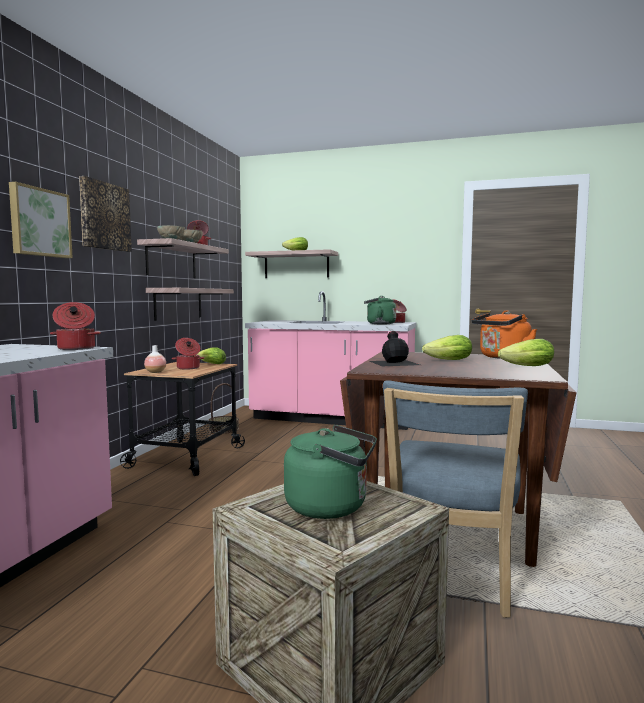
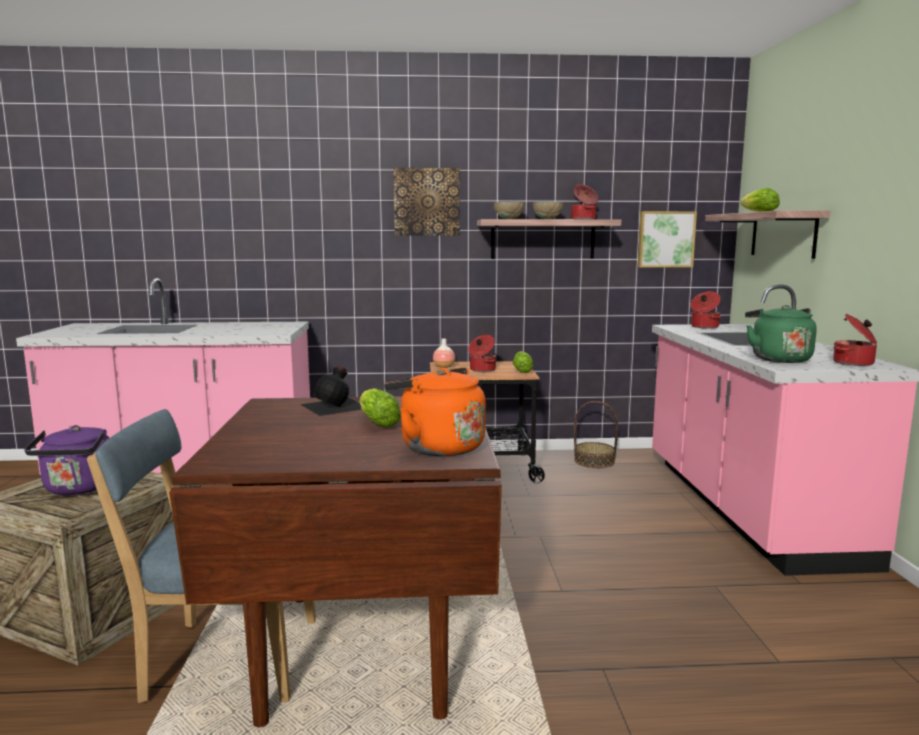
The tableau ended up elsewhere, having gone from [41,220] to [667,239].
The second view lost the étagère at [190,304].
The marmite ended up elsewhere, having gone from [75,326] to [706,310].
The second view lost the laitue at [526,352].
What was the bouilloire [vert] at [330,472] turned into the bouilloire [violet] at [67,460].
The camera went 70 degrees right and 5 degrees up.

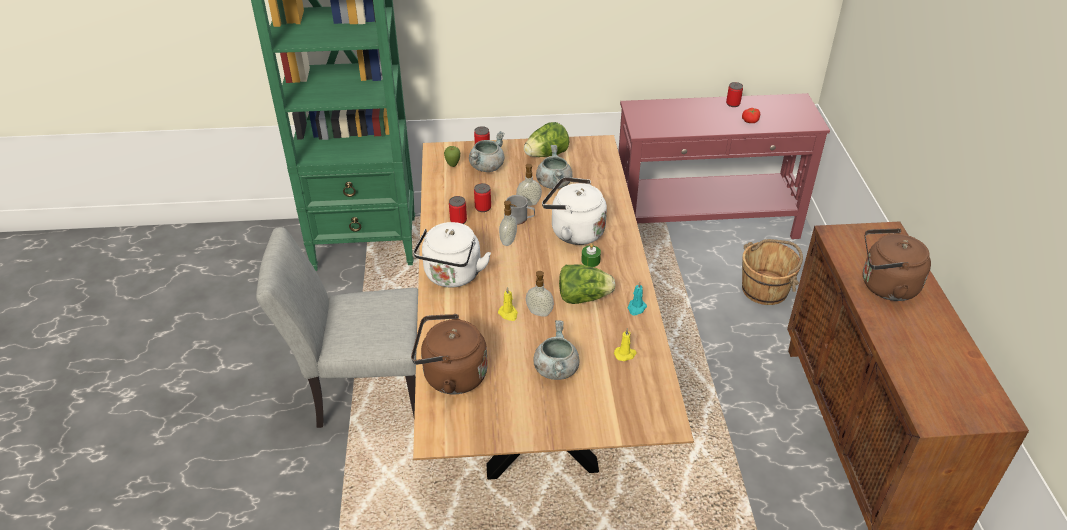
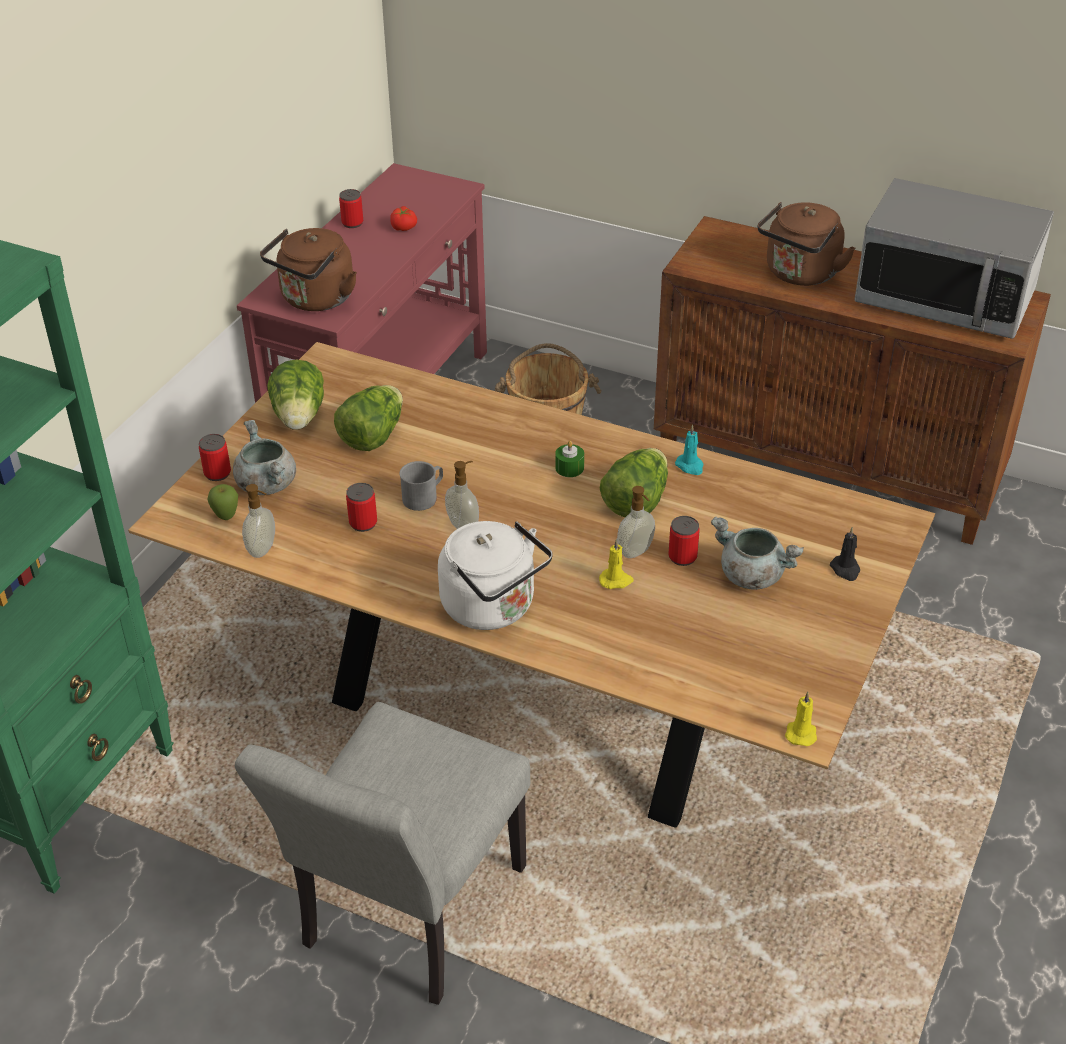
Where the marmite [gris] stood at [554,167], the laitue came to stand at [368,418].
The distributeur de savon ended up elsewhere, having gone from [529,185] to [258,521].
The second view lost the bouilloire [blanc] at [574,211].
The boîte métallique ended up elsewhere, having gone from [458,210] to [684,541].
The bouilloire [marron] ended up elsewhere, having gone from [449,354] to [308,269].
The bougie [jaune] ended up elsewhere, having gone from [625,344] to [801,719].
The second view gained the micro-ondes at [954,258].
The second view gained the bougie [noir] at [845,554].
The camera went 60 degrees left and 0 degrees up.

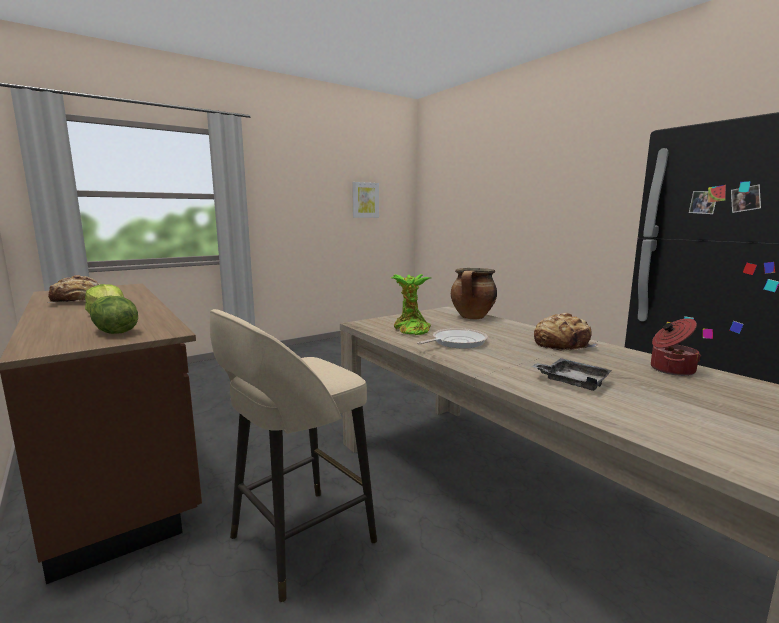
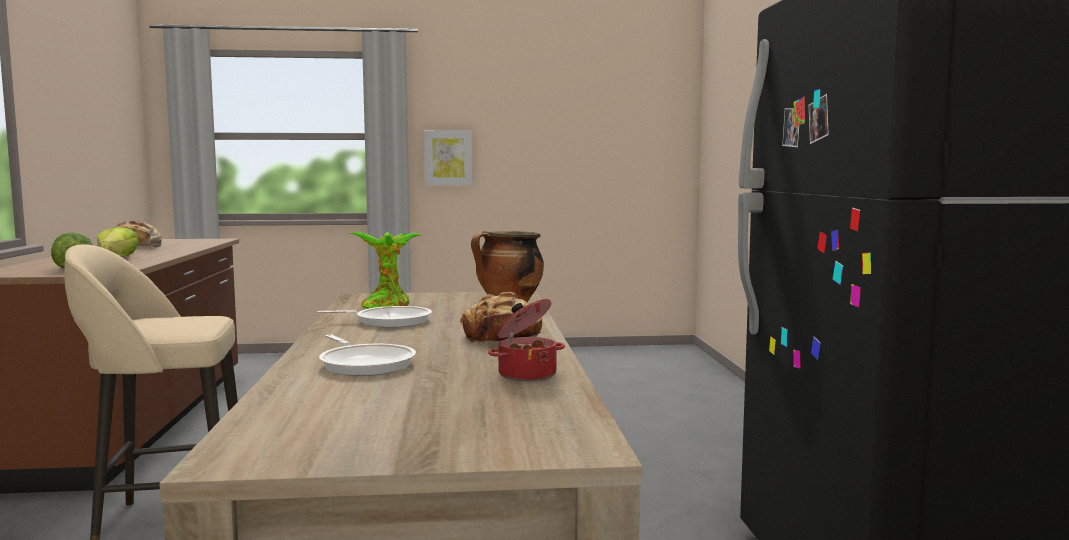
The tableau ended up elsewhere, having gone from [365,200] to [448,157].
Where the plateau [gris] stood at [571,374], the poêle came to stand at [367,355].
The camera went 30 degrees right and 5 degrees down.

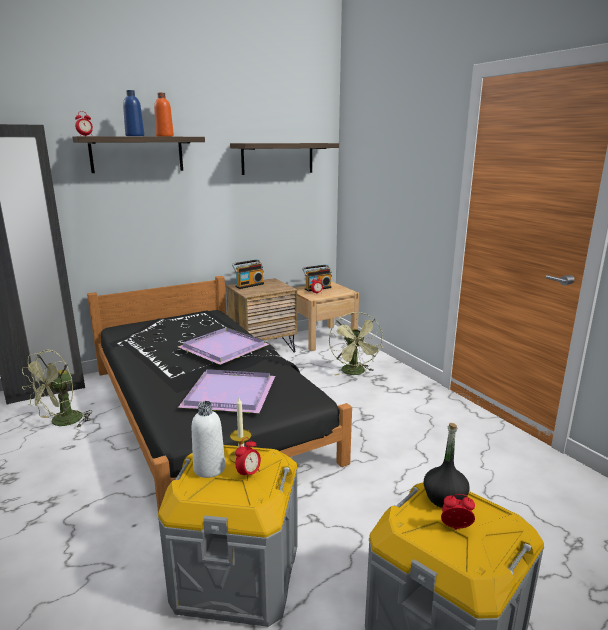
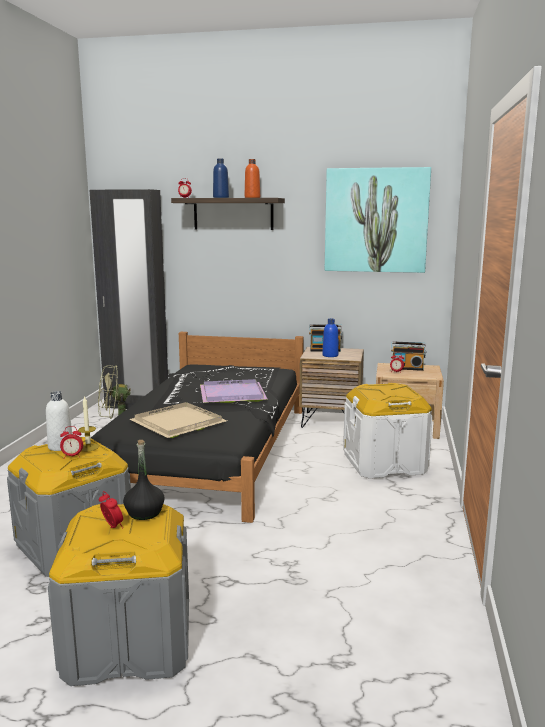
Where the étagère hung at [284,159], the tableau came to hang at [378,220].
Where the ventilateur [vert] stood at [356,344], the boîte de rangement [blanc] came to stand at [388,431].
What was the plateau [violet] at [226,391] turned into the plateau [beige] at [178,420].
The second view gained the bouteille [bleu] at [330,338].
The camera went 40 degrees right and 5 degrees down.

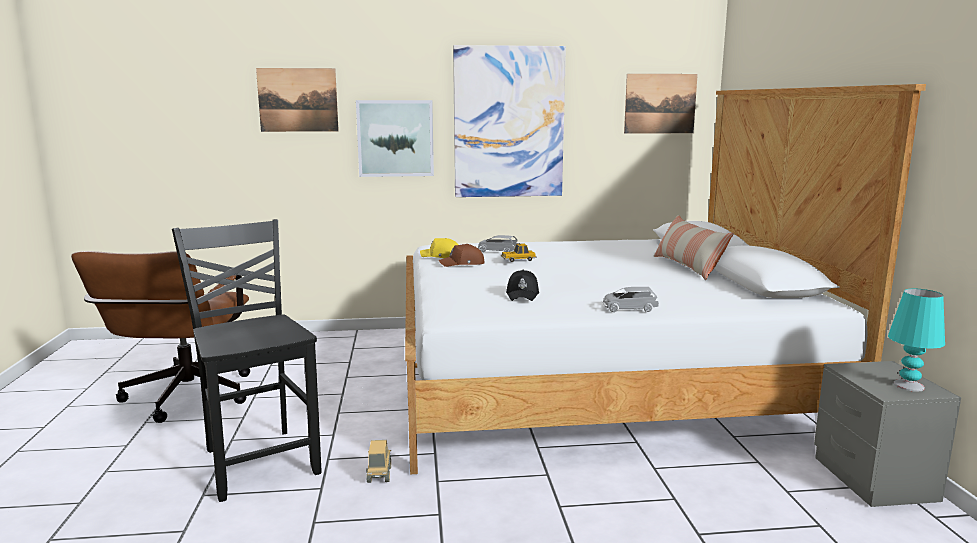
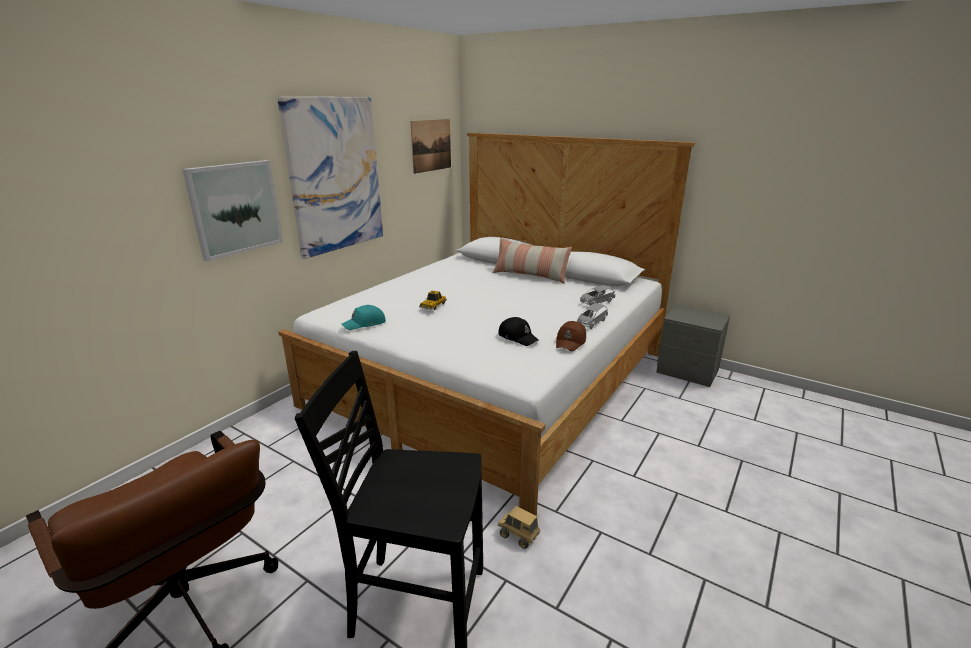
The second view lost the tableau at [297,100].
The petite voiture [gris] ended up elsewhere, having gone from [498,243] to [597,295].
What was the casquette [jaune] at [439,248] turned into the casquette [turquoise] at [363,317].
The casquette [marron] ended up elsewhere, having gone from [461,255] to [571,336].
The second view lost the lampe de table [turquoise] at [916,340].
The camera went 50 degrees left and 10 degrees up.

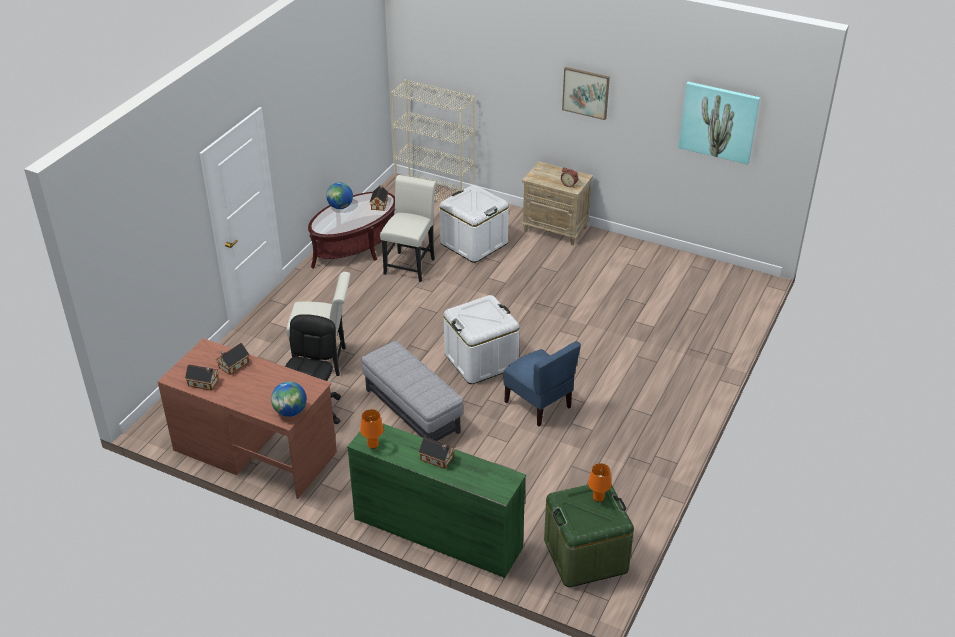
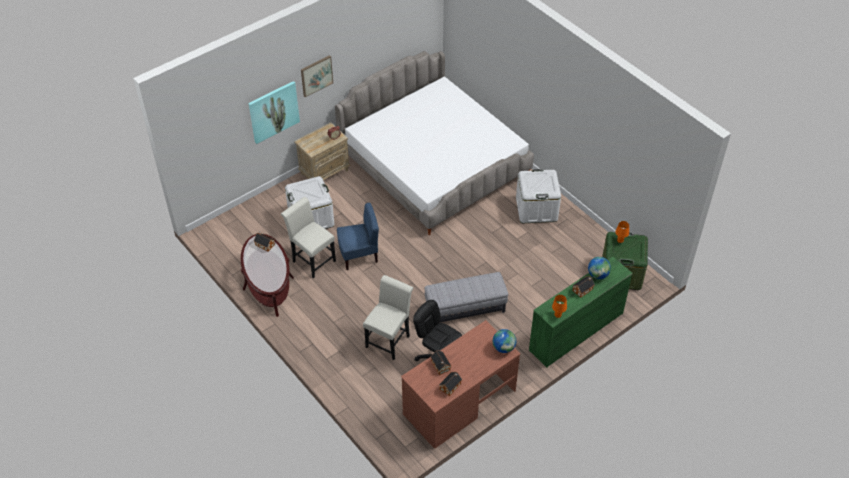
The second view lost the bibliothèque [beige] at [433,140].
The tableau ended up elsewhere, having gone from [719,123] to [274,112].
The globe ended up elsewhere, having gone from [339,195] to [599,268].
The boîte de rangement [blanc] ended up elsewhere, having gone from [481,339] to [538,196].
The chaise [bleu] ended up elsewhere, having gone from [542,383] to [358,236].
The second view gained the lit at [434,143].
The camera went 65 degrees left and 10 degrees up.

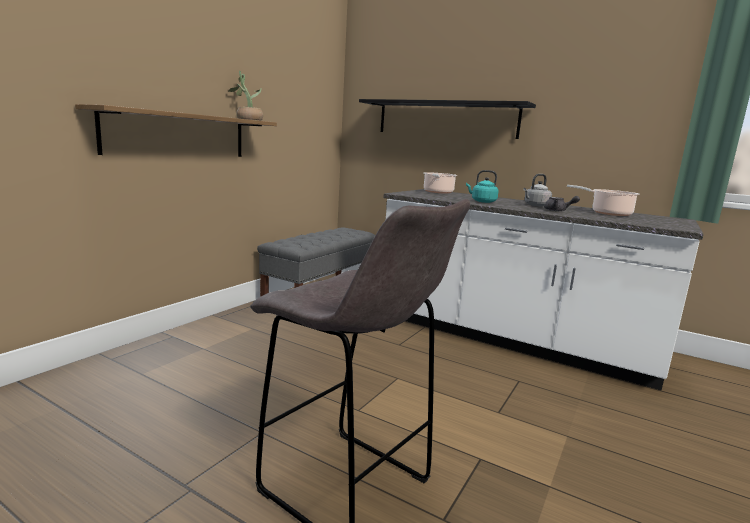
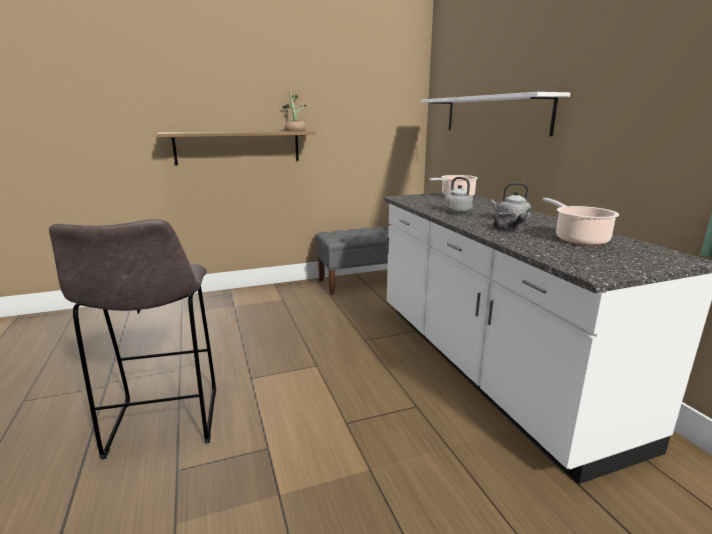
What was the étagère [noir] at [447,119] turned into the étagère [blanc] at [495,114].
What was the bouilloire [turquoise] at [482,186] turned into the bouilloire [gris] at [458,195].
The camera went 40 degrees right and 5 degrees up.

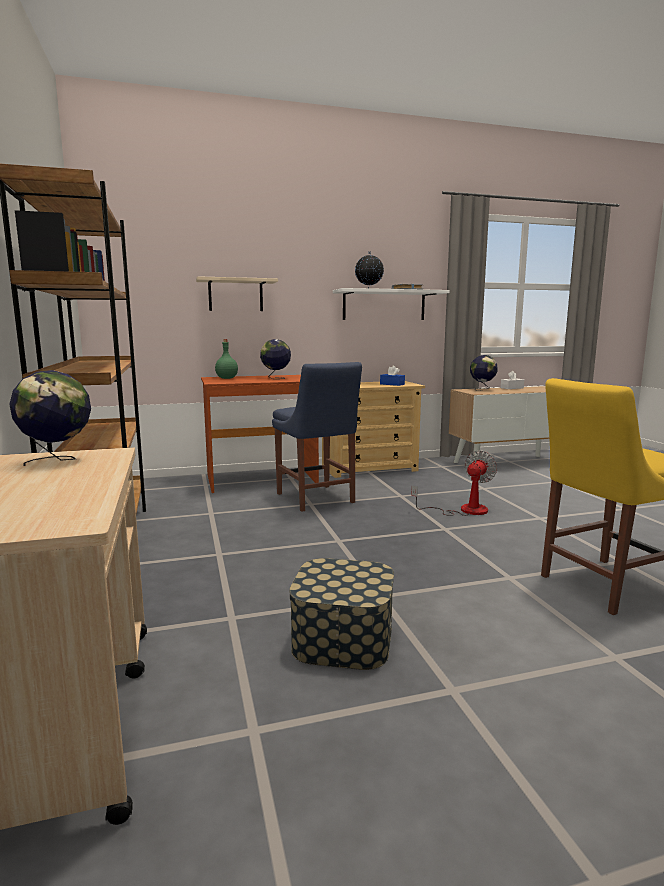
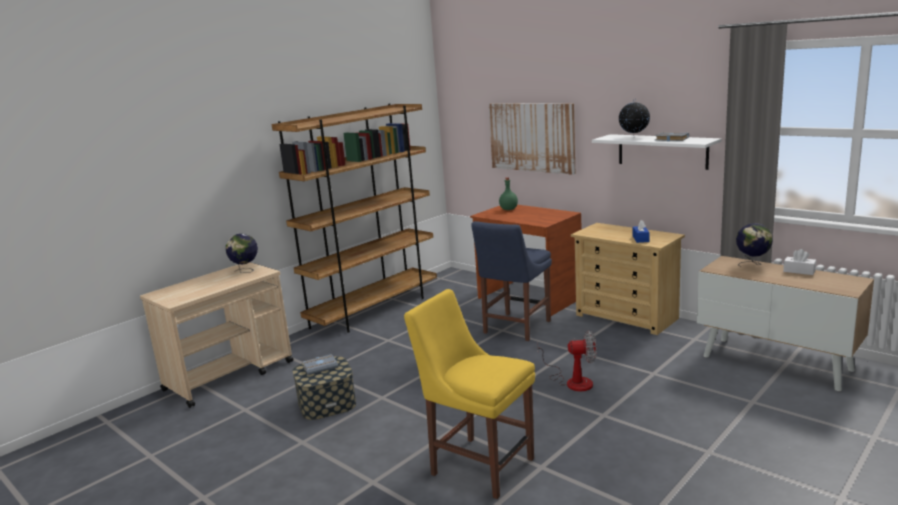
Where the étagère [beige] hung at [237,293], the tableau came to hang at [532,139].
The second view lost the globe at [275,359].
The second view gained the livre [gris] at [320,364].
The camera went 60 degrees right and 5 degrees up.

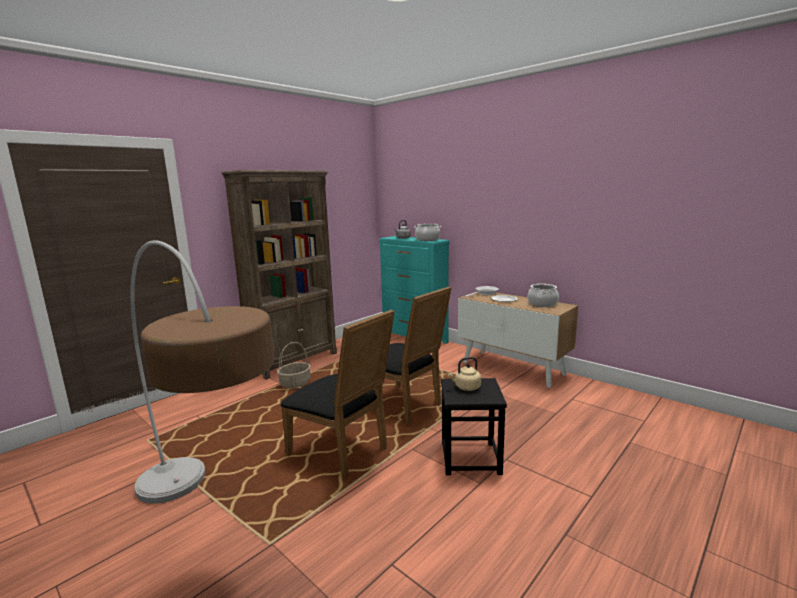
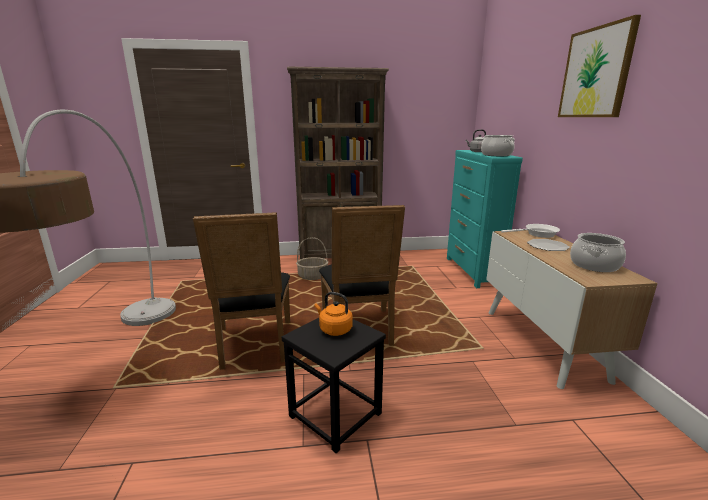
What was the bouilloire [beige] at [464,374] turned into the bouilloire [orange] at [333,314].
The second view gained the tableau at [599,66].
The camera went 40 degrees right and 5 degrees up.

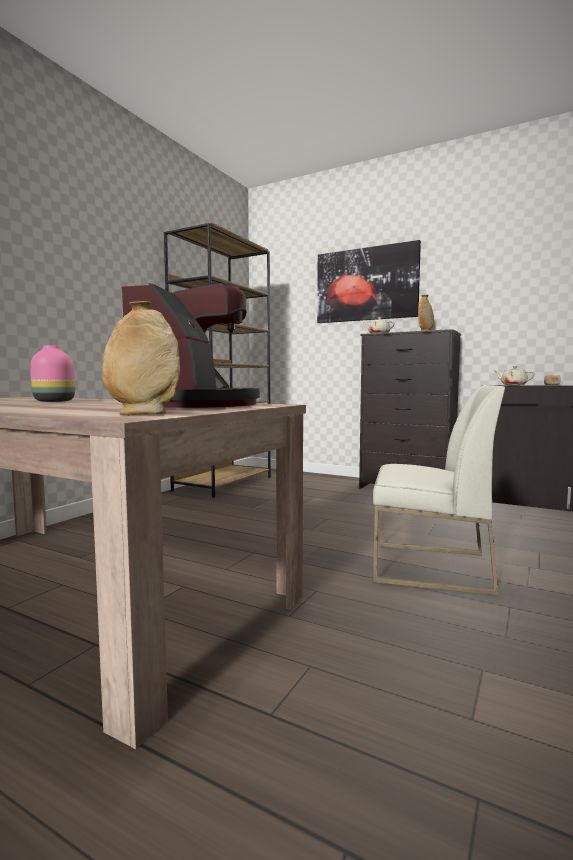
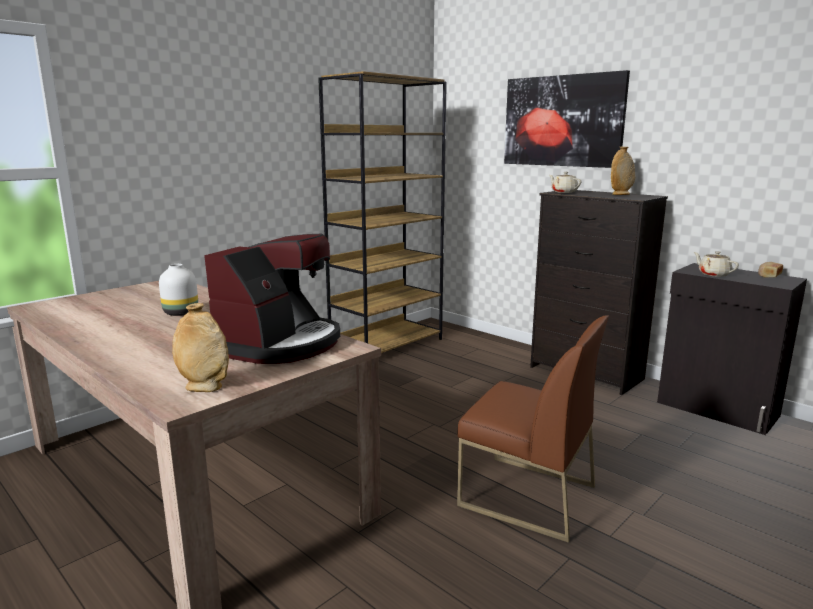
What was the vase [rose] at [52,373] turned into the vase [blanc] at [178,290].
What was the chaise [blanc] at [439,490] turned into the chaise [marron] at [533,429].
The camera went 15 degrees right and 10 degrees up.

